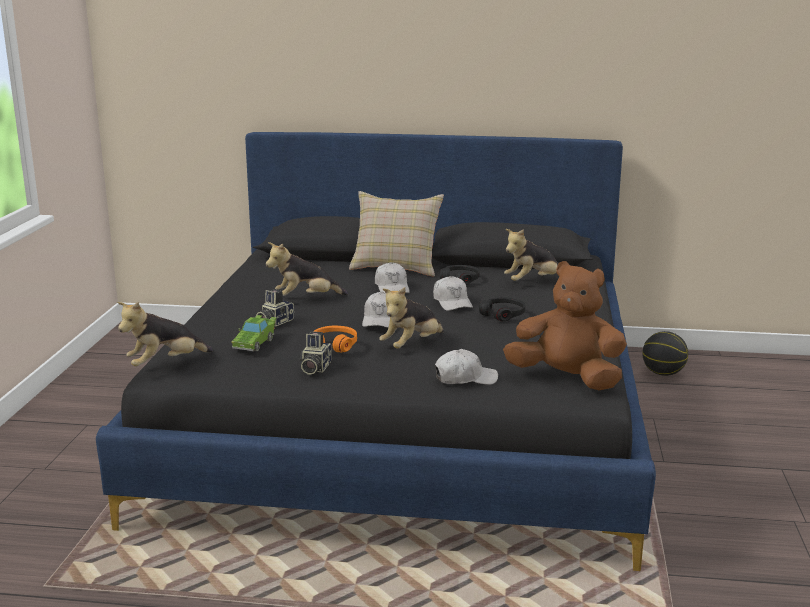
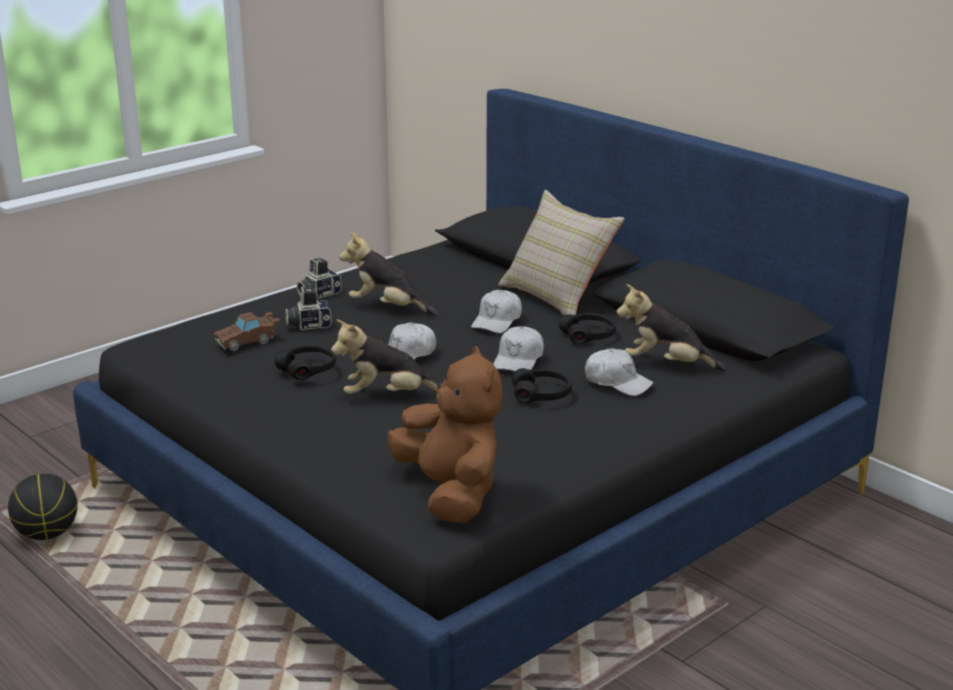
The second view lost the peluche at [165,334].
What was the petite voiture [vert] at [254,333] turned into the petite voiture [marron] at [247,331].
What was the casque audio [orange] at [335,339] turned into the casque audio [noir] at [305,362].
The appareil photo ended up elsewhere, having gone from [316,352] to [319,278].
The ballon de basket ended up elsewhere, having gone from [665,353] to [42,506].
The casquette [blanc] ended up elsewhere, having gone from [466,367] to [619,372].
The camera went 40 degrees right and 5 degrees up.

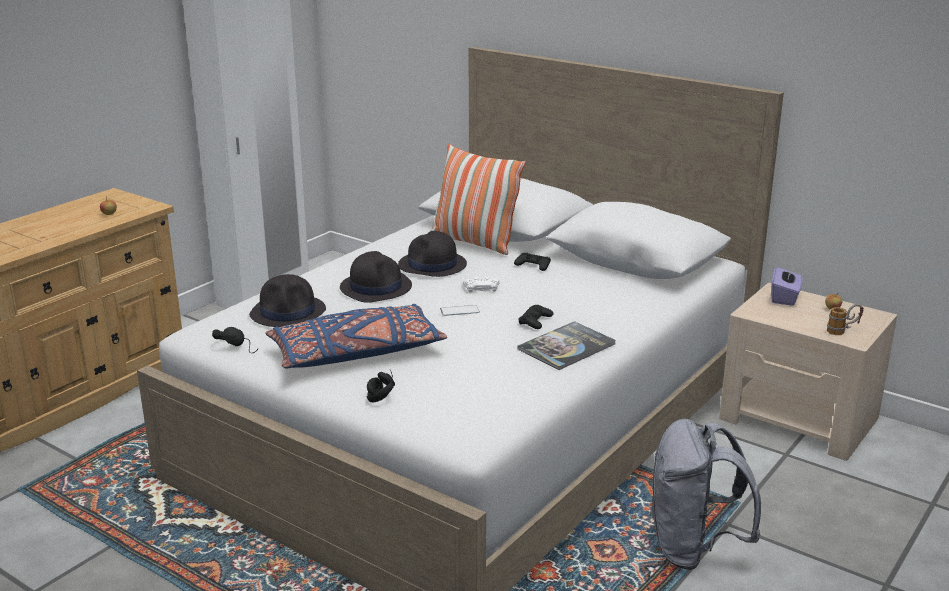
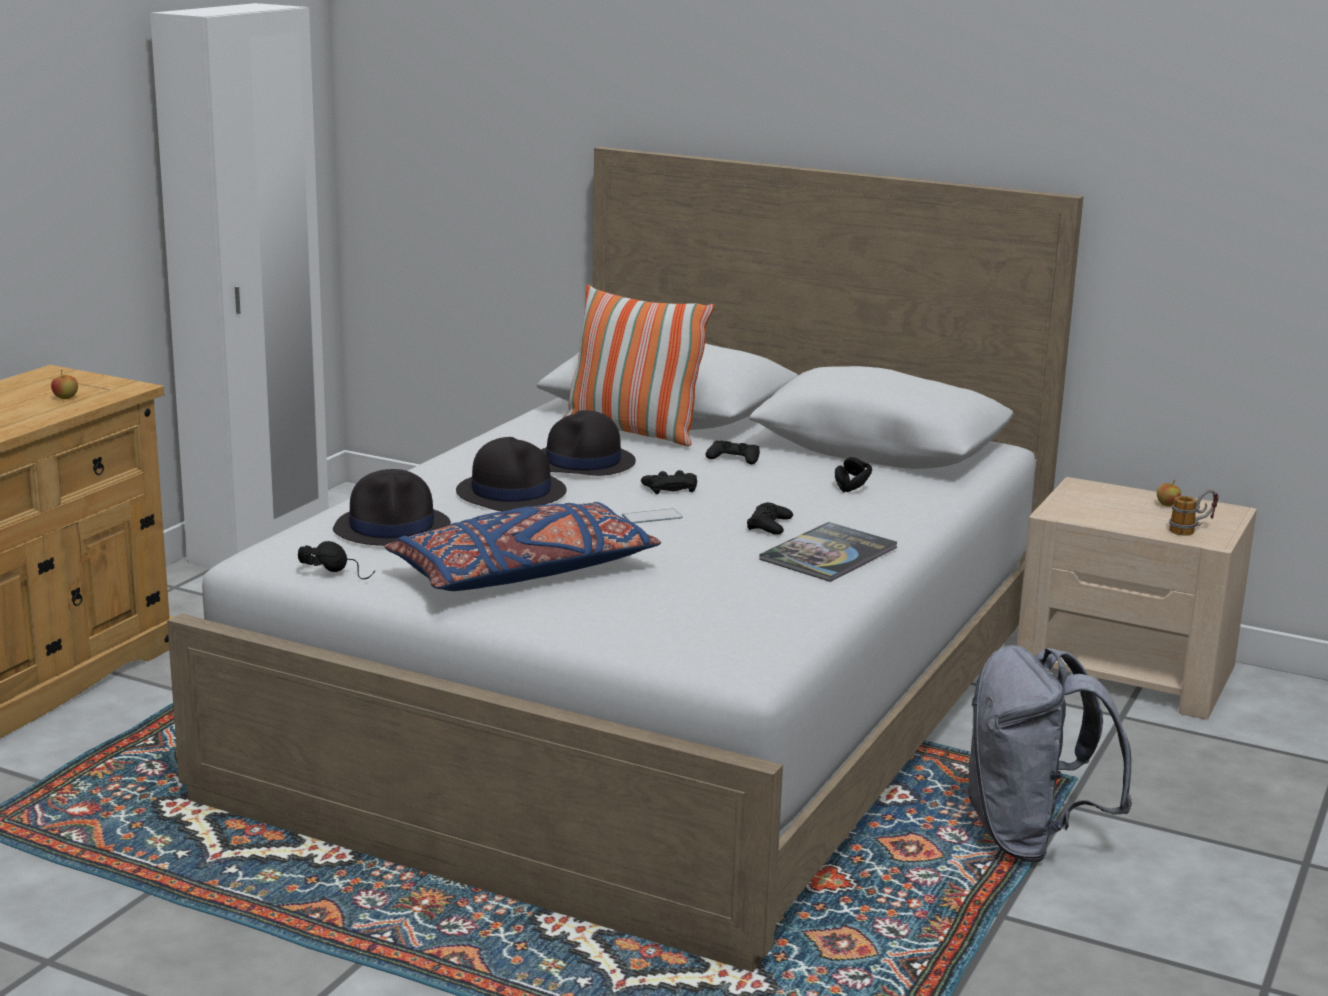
The second view lost the boîte à mouchoirs [violet] at [787,286].
What was the manette [blanc] at [481,284] turned into the manette [noir] at [669,482].
The casque audio [noir] ended up elsewhere, having gone from [381,386] to [854,474].
The camera went 10 degrees left and 5 degrees down.

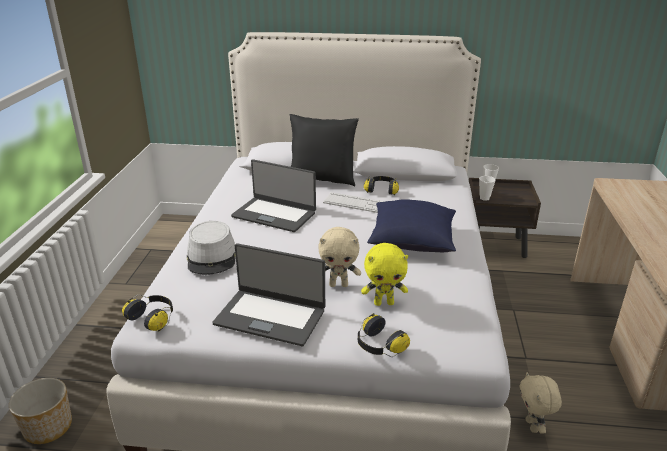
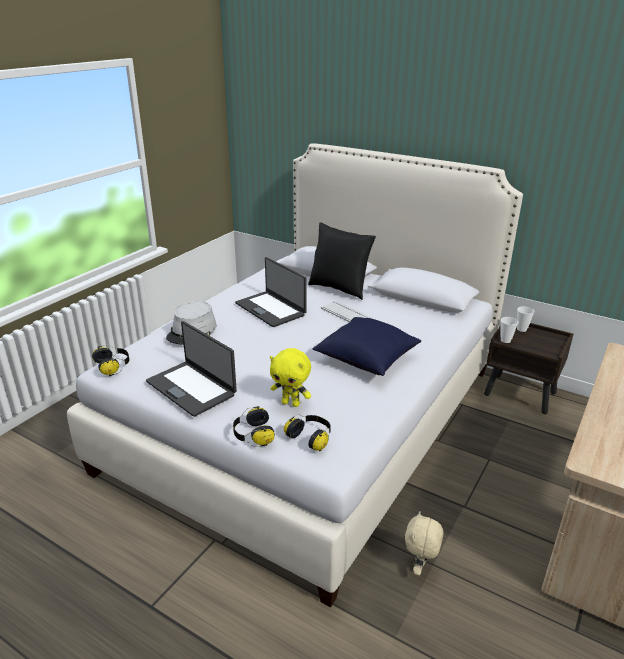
The casque audio ended up elsewhere, having gone from [381,185] to [307,432].
The second view lost the peluche [beige] at [339,257].
The second view lost the cache-pot at [40,411].
The camera went 25 degrees right and 0 degrees up.

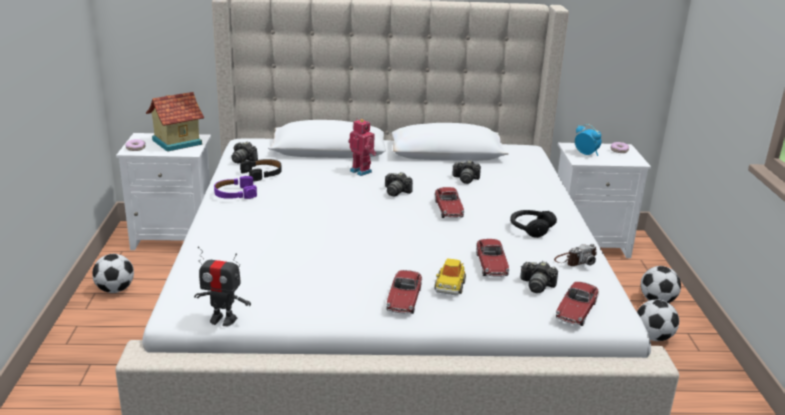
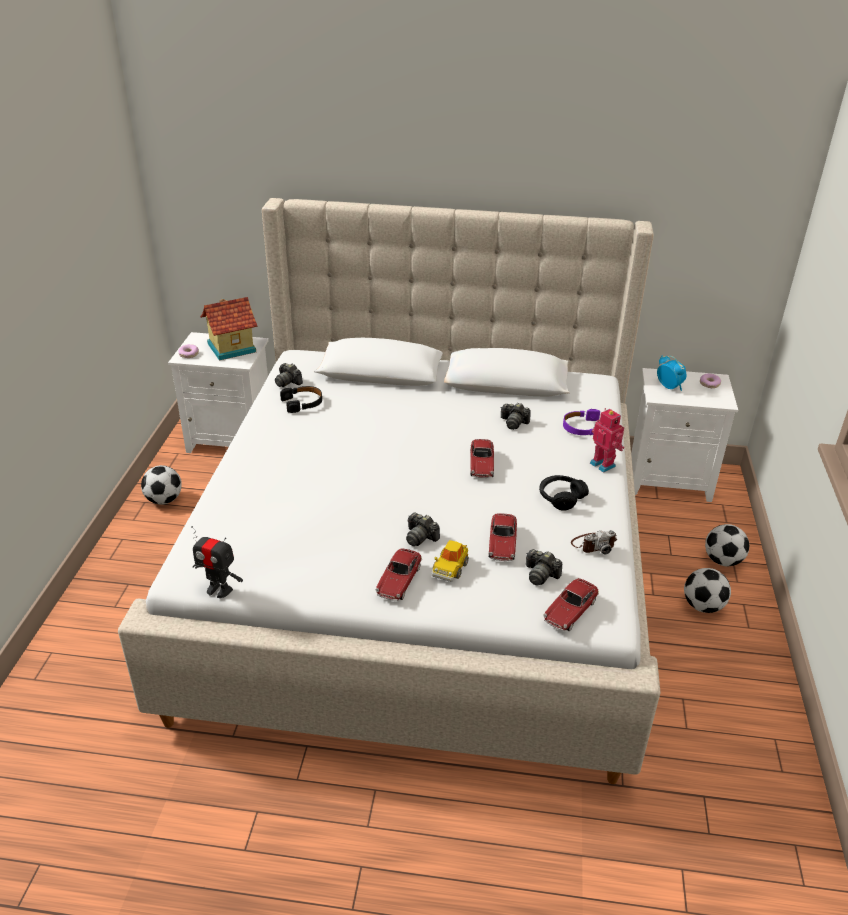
The robot jouet ended up elsewhere, having gone from [362,147] to [607,440].
The appareil photo ended up elsewhere, having gone from [399,184] to [423,529].
The casque audio [violet] ended up elsewhere, having gone from [235,187] to [581,422].
The camera went 10 degrees right and 10 degrees up.

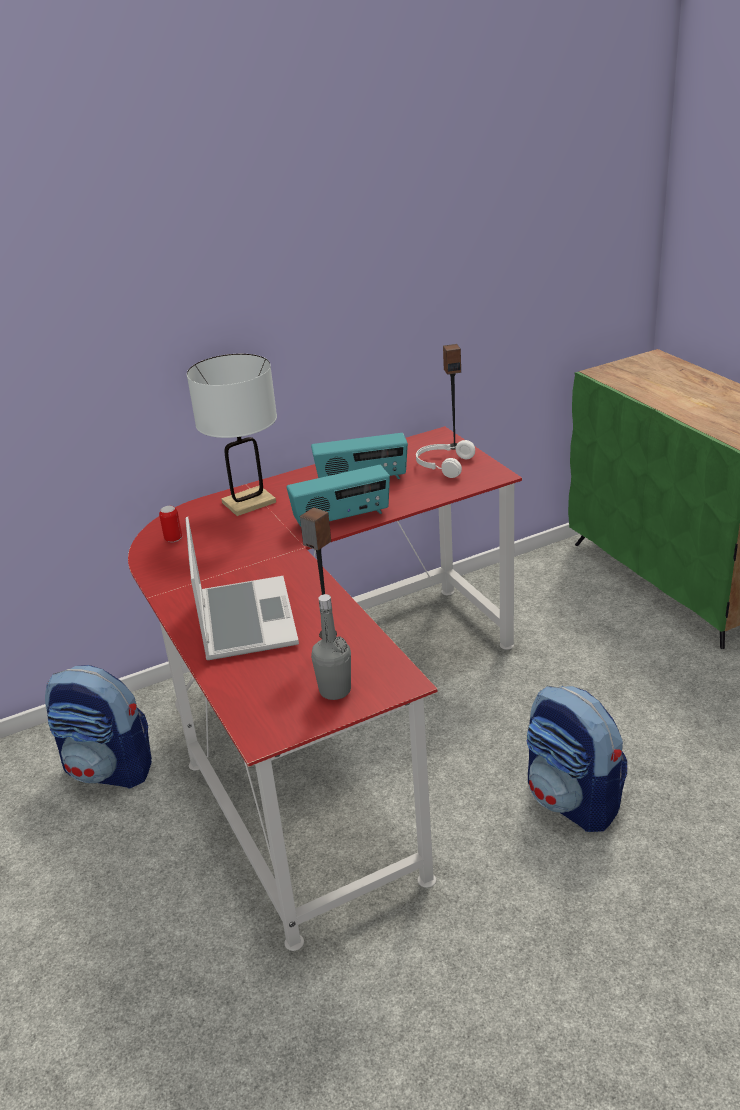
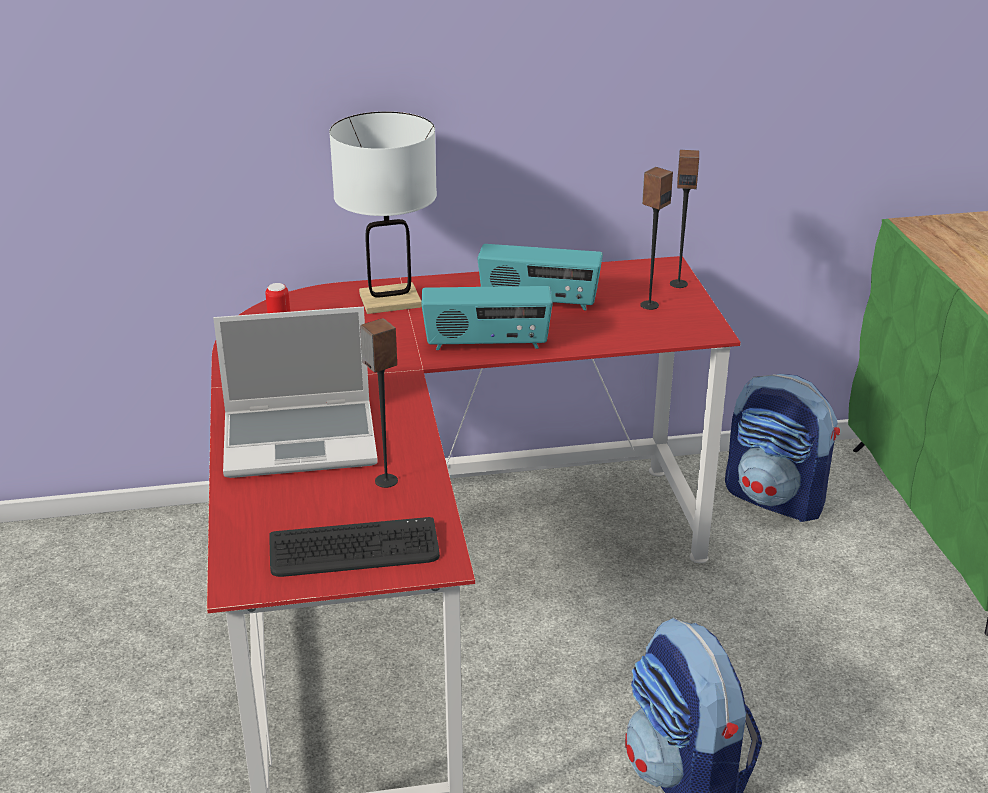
Where the casque audio [blanc] stood at [445,459], the enceinte came to stand at [656,238].
The ordinateur portable at [242,588] ended up facing another way, 75 degrees clockwise from before.
Where the bouteille [gris] stood at [331,647], the clavier came to stand at [354,547].
The sac à dos ended up elsewhere, having gone from [98,727] to [782,448].
The camera went 15 degrees right and 0 degrees up.

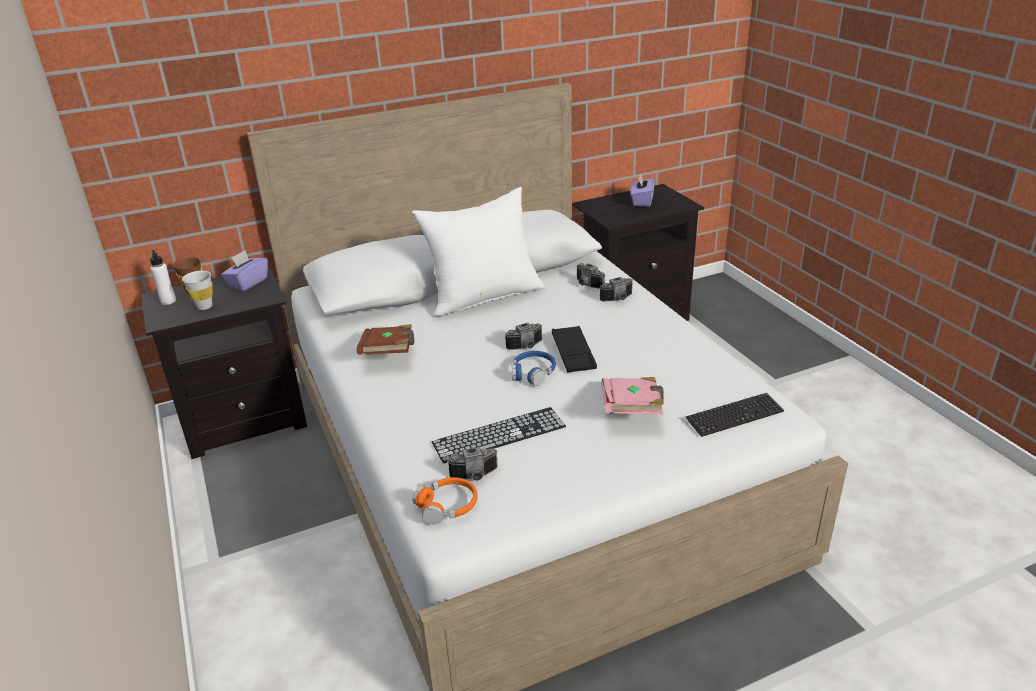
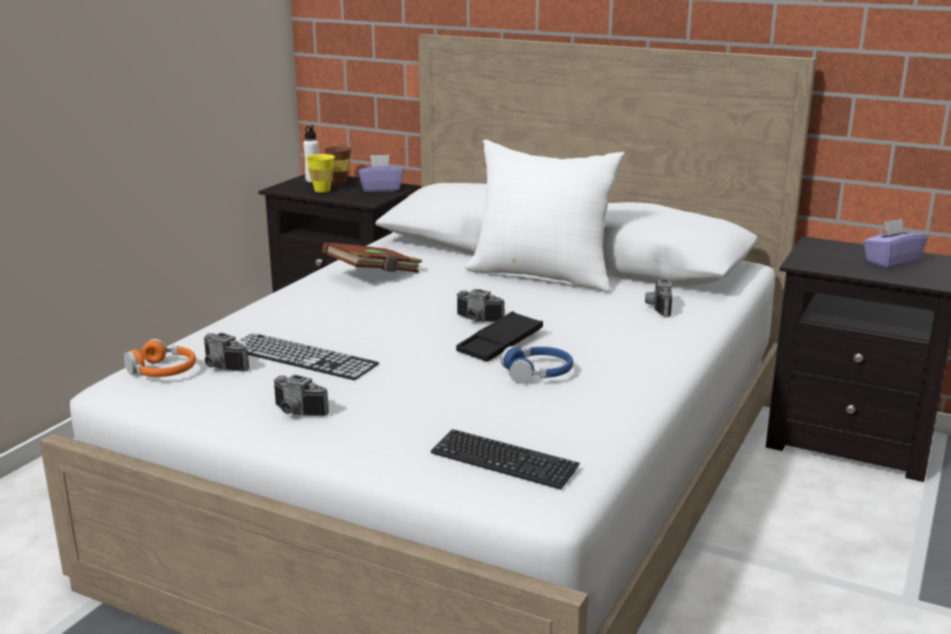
What was the tasse [blanc] at [197,290] turned into the tasse [jaune] at [320,173].
The appareil photo ended up elsewhere, having gone from [616,289] to [301,395].
The casque audio [bleu] ended up elsewhere, having gone from [534,368] to [537,365].
The second view lost the livre [rose] at [632,396].
The camera went 50 degrees right and 10 degrees down.

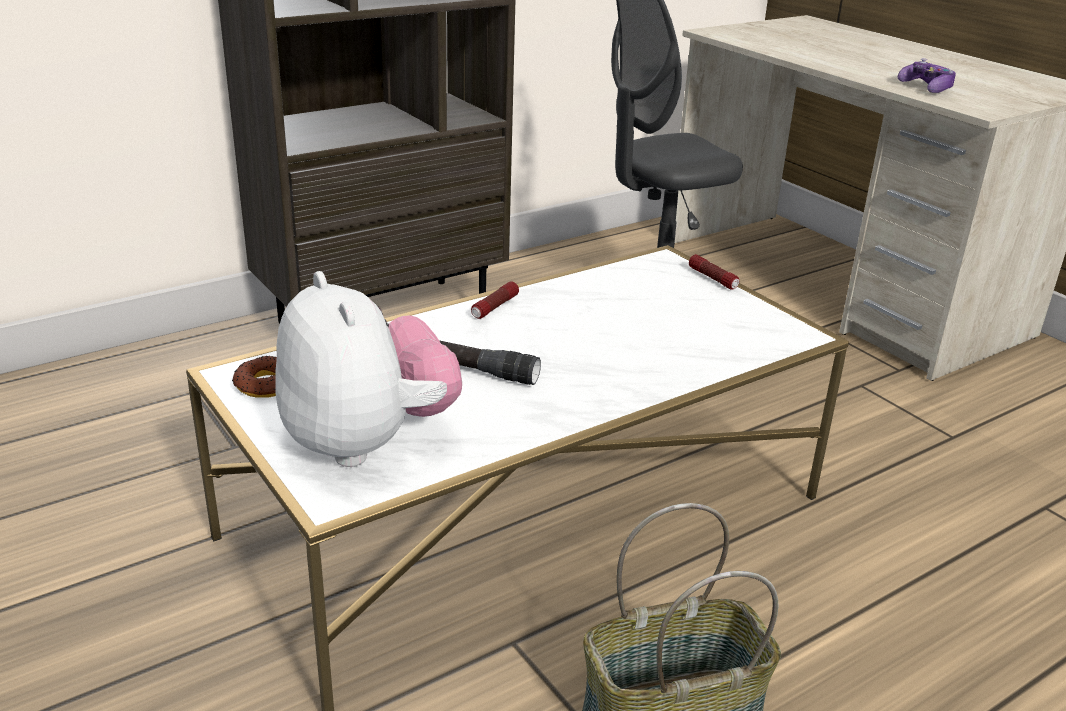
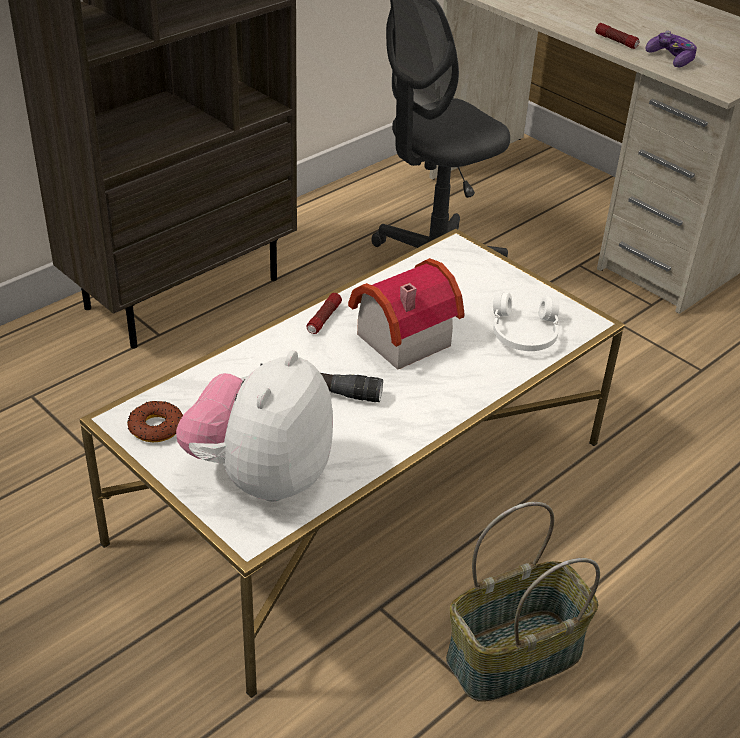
The lampe de poche ended up elsewhere, having gone from [714,271] to [617,36].
The peluche at [369,369] ended up facing another way, 120 degrees counterclockwise from before.
The second view gained the maison miniature at [406,314].
The second view gained the casque audio [blanc] at [526,321].
The camera went 10 degrees left and 10 degrees up.

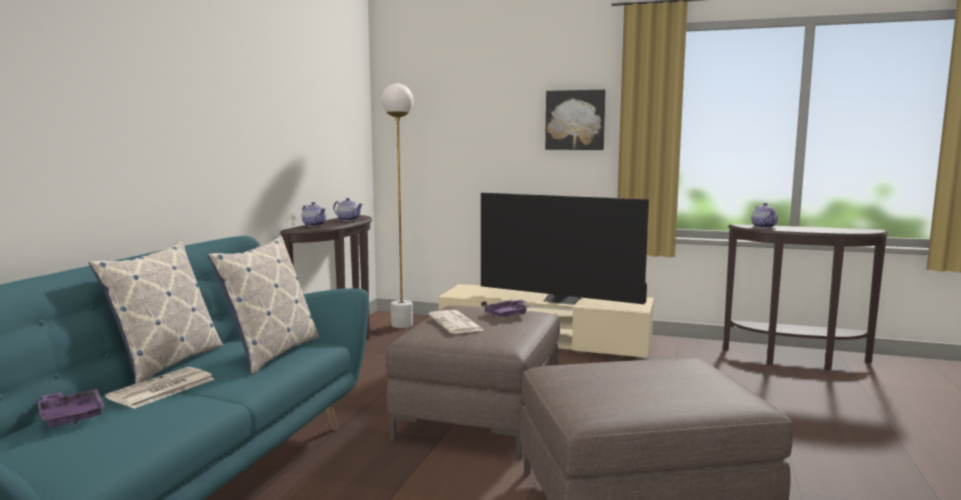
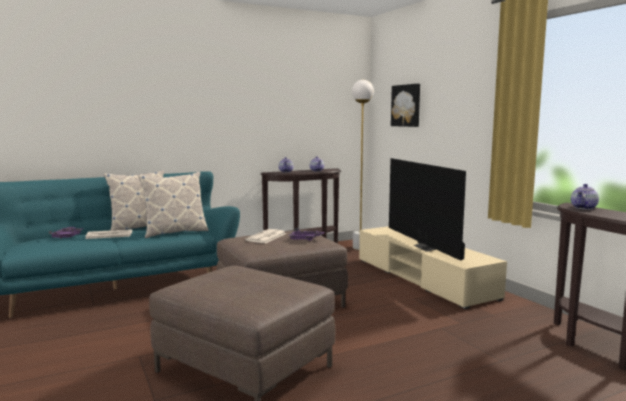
The tableau ended up elsewhere, having gone from [575,120] to [405,105].
The camera went 45 degrees right and 0 degrees up.

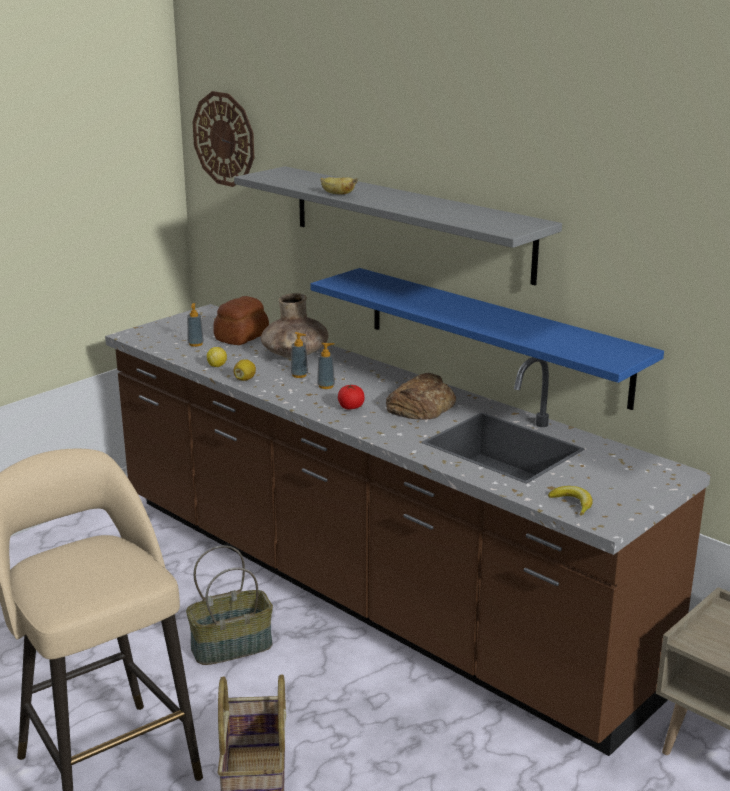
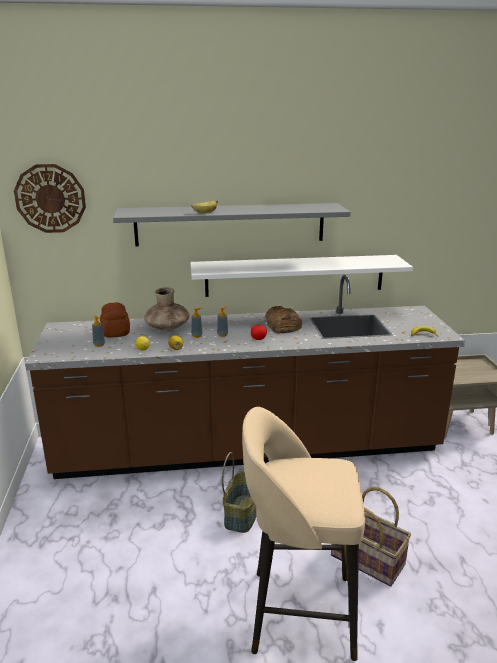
What was the étagère [bleu] at [487,339] turned into the étagère [blanc] at [301,276].
The camera went 50 degrees left and 0 degrees up.

